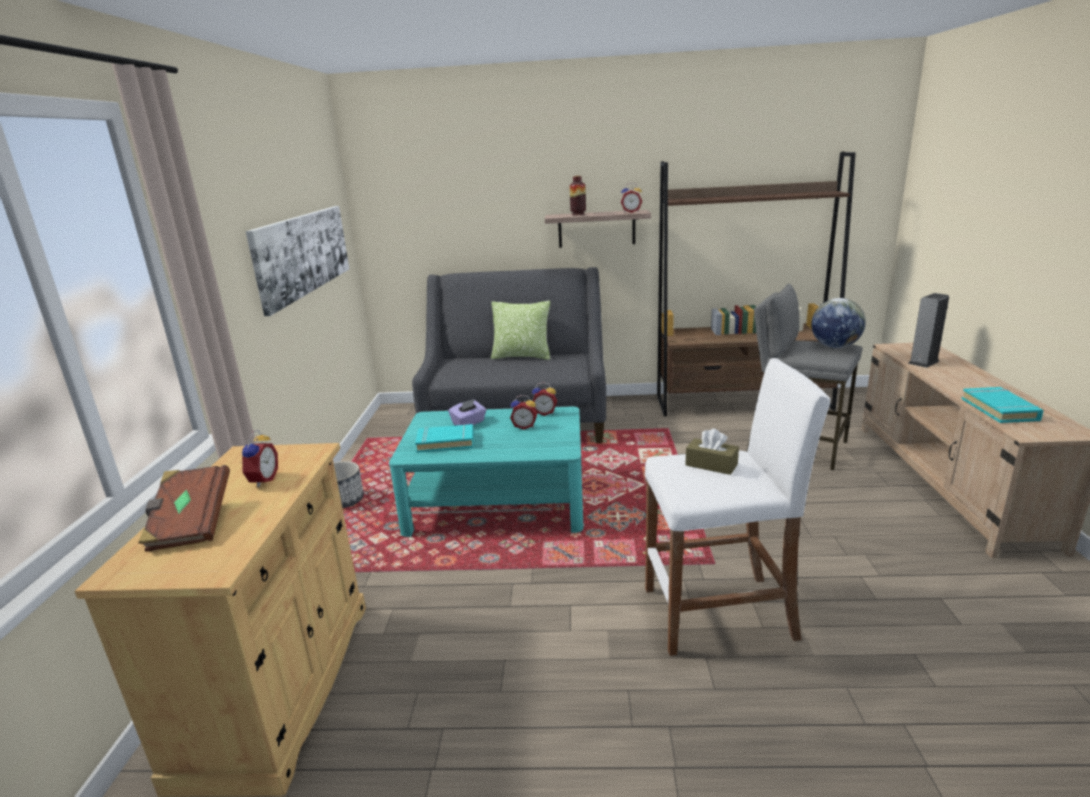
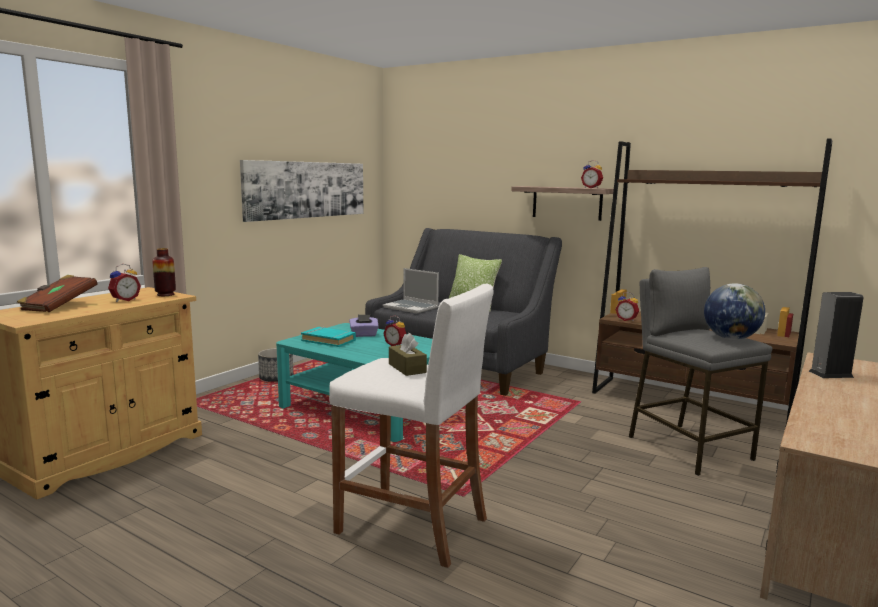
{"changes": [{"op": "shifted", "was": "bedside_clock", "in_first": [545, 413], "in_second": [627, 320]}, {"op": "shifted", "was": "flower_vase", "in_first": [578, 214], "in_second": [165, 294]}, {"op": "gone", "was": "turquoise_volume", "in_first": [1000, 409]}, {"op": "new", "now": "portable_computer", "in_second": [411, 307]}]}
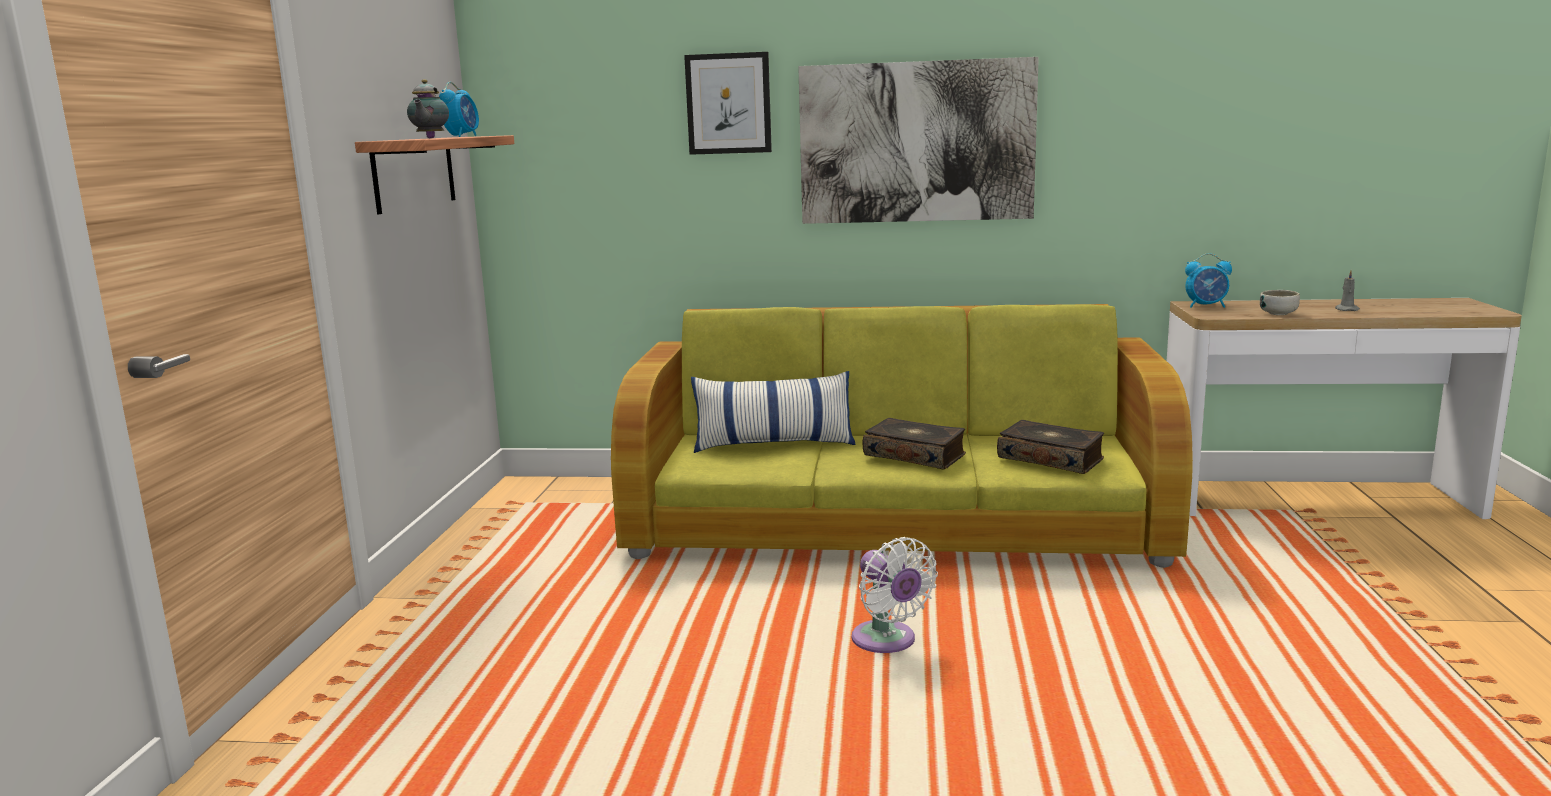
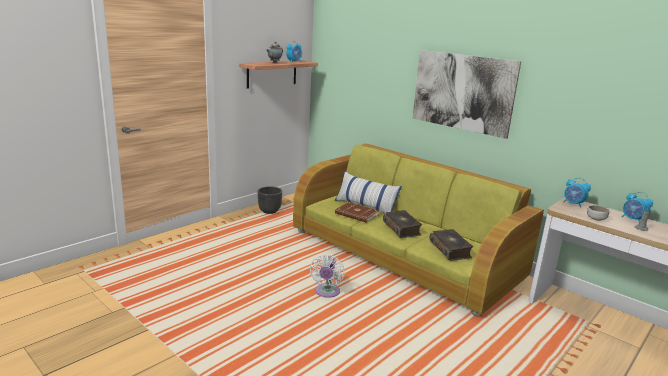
{"changes": [{"op": "gone", "was": "wall_art", "in_first": [728, 104]}, {"op": "new", "now": "blackish_flower_pot", "in_second": [270, 211]}, {"op": "new", "now": "brown_volume", "in_second": [356, 214]}, {"op": "new", "now": "bedside_clock", "in_second": [633, 220]}]}
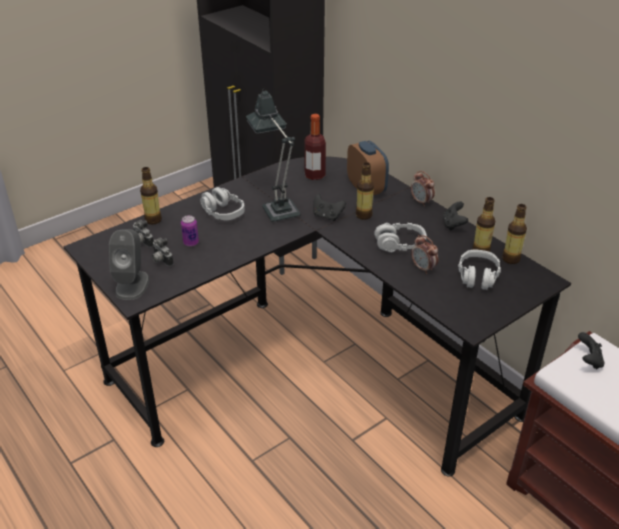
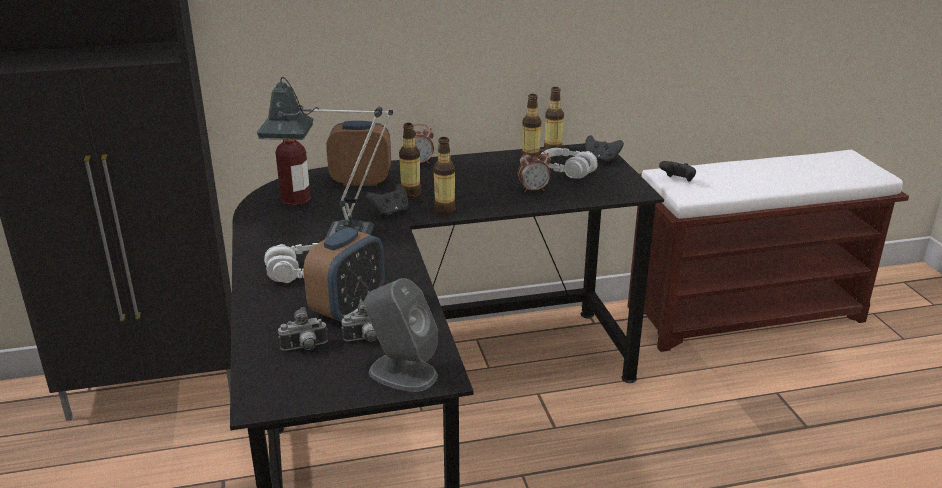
{"changes": [{"op": "shifted", "was": "bottle", "in_first": [153, 220], "in_second": [444, 210]}, {"op": "swapped", "was": "metal_can", "now": "bedside_clock", "in_first": [191, 243], "in_second": [348, 309]}, {"op": "gone", "was": "grey_pair_of_headphones", "in_first": [400, 244]}, {"op": "shifted", "was": "blackish_gamepad", "in_first": [453, 225], "in_second": [601, 160]}]}
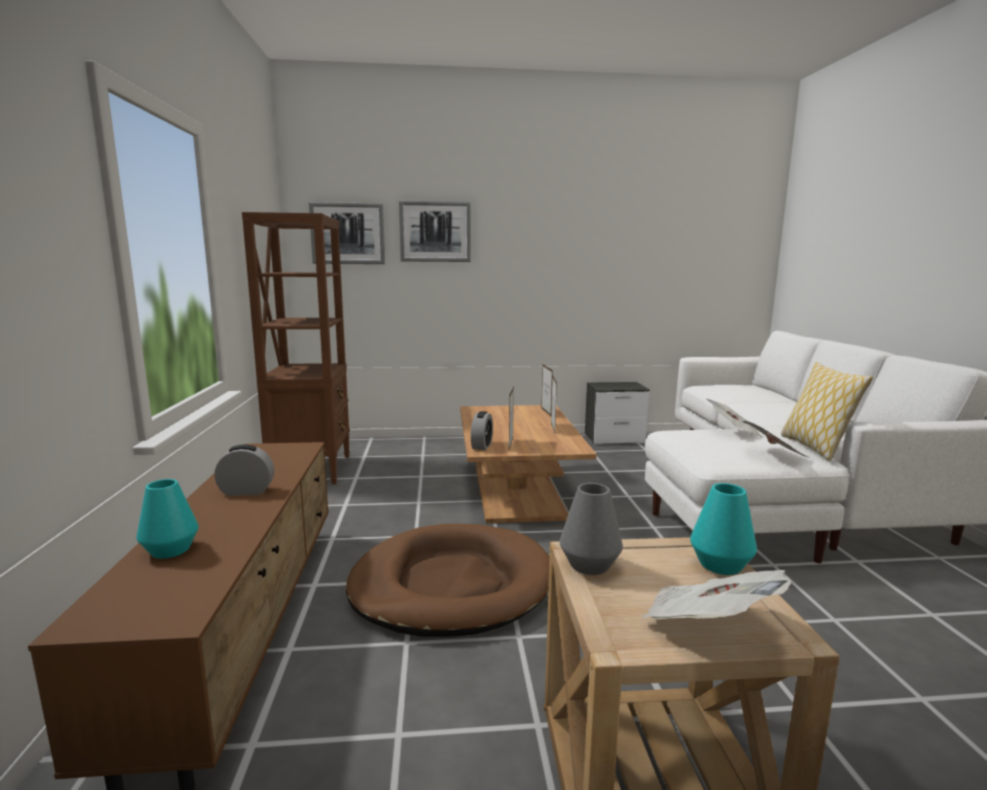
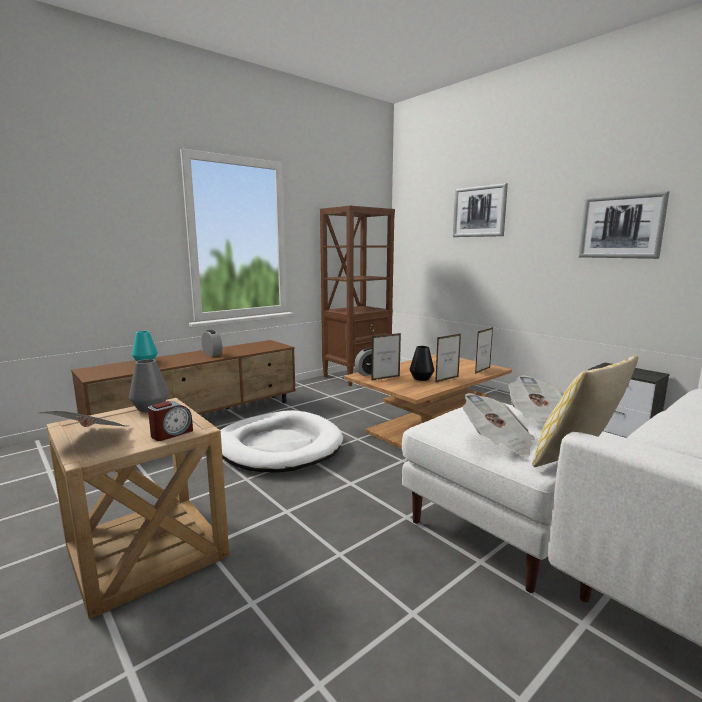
{"changes": [{"op": "shifted", "was": "wall_art", "in_first": [347, 233], "in_second": [621, 226]}, {"op": "repainted", "was": "brown_dog_cushion", "now": "whitish_dog_cushion", "in_first": [451, 585], "in_second": [279, 446]}, {"op": "swapped", "was": "turquoise_flower_vase", "now": "bedside_clock", "in_first": [720, 564], "in_second": [171, 433]}, {"op": "new", "now": "blackish_flower_vase", "in_second": [421, 378]}]}
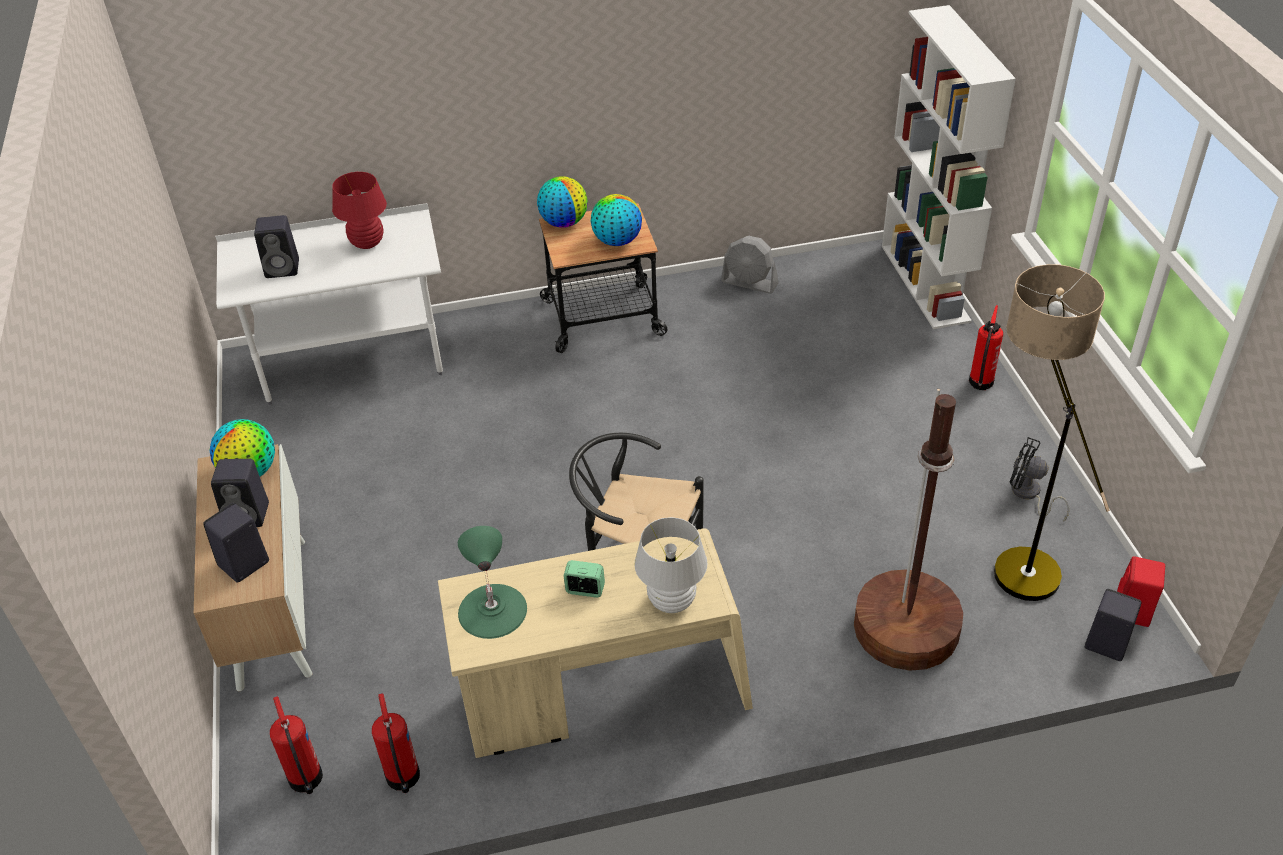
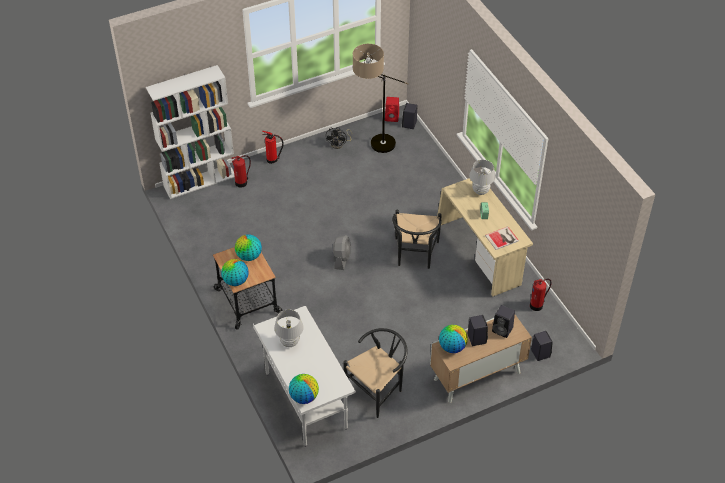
{"changes": [{"op": "shifted", "was": "blackish_speaker", "in_first": [284, 268], "in_second": [540, 353]}, {"op": "shifted", "was": "fire-fighting_cylinder", "in_first": [305, 780], "in_second": [242, 182]}, {"op": "repainted", "was": "reddish_tabletop_lamp", "now": "whitish_tabletop_lamp", "in_first": [367, 243], "in_second": [290, 342]}, {"op": "swapped", "was": "green-coloured_tabletop_lamp", "now": "volume", "in_first": [492, 610], "in_second": [502, 238]}, {"op": "shifted", "was": "grey_fan", "in_first": [749, 283], "in_second": [342, 259]}, {"op": "gone", "was": "brown_standard_lamp", "in_first": [906, 628]}, {"op": "new", "now": "globe", "in_second": [304, 397]}, {"op": "new", "now": "blackish_upright_chair", "in_second": [378, 389]}]}
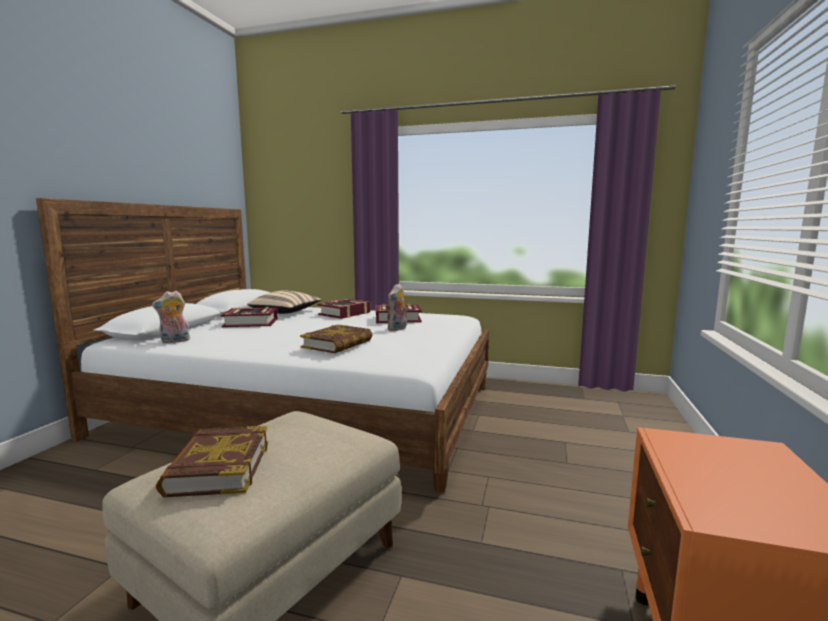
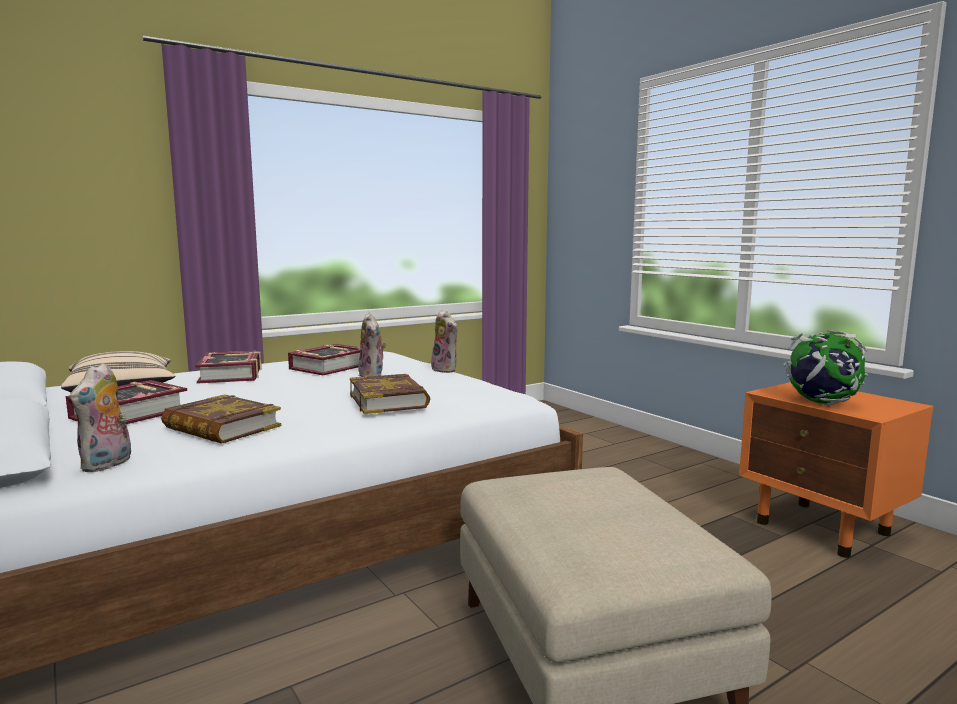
{"changes": [{"op": "shifted", "was": "volume", "in_first": [218, 468], "in_second": [221, 427]}, {"op": "new", "now": "cuddly_toy", "in_second": [446, 370]}, {"op": "new", "now": "globe", "in_second": [822, 403]}]}
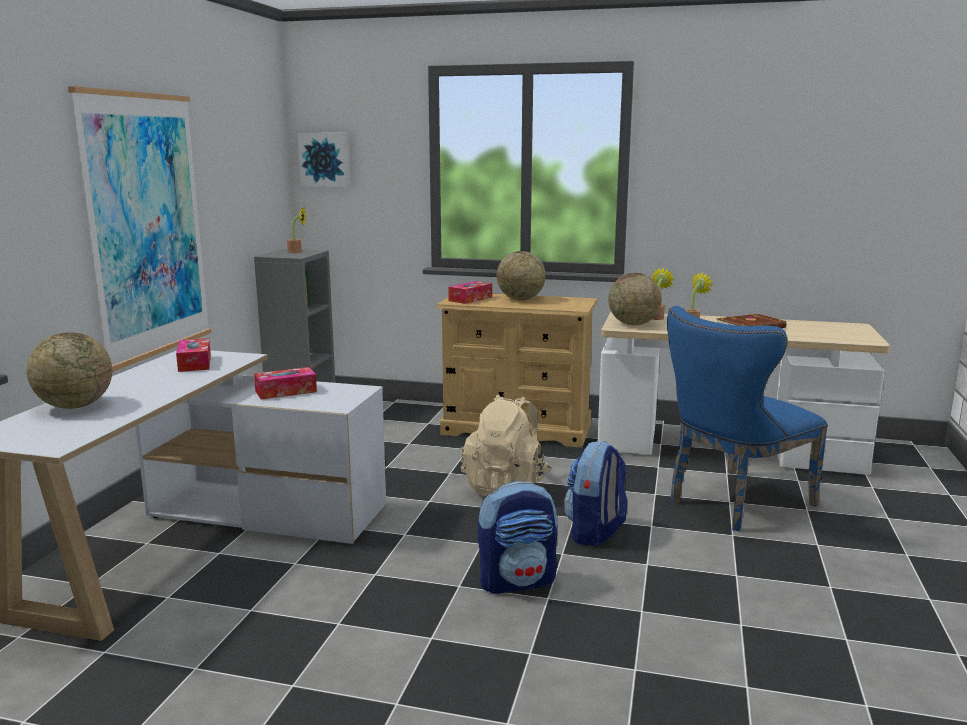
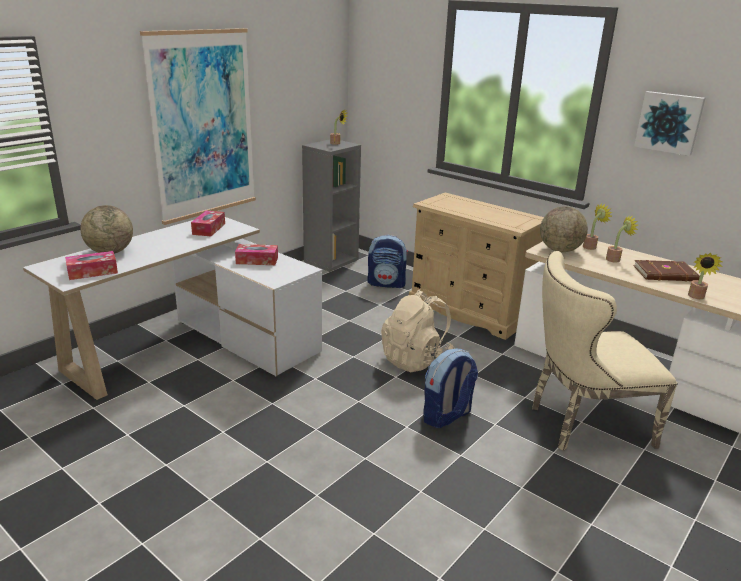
{"changes": [{"op": "shifted", "was": "wall_art", "in_first": [325, 159], "in_second": [669, 122]}, {"op": "shifted", "was": "tissue_holder", "in_first": [470, 299], "in_second": [92, 272]}, {"op": "shifted", "was": "backpack", "in_first": [517, 581], "in_second": [387, 283]}, {"op": "gone", "was": "globe", "in_first": [520, 299]}, {"op": "repainted", "was": "bluish_upright_chair", "now": "sand-coloured_upright_chair", "in_first": [732, 503], "in_second": [582, 424]}, {"op": "new", "now": "plant_in_a_pot", "in_second": [696, 297]}]}
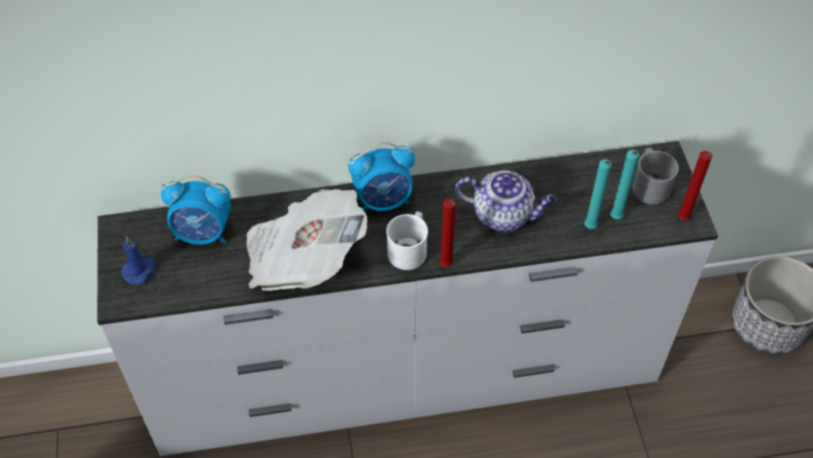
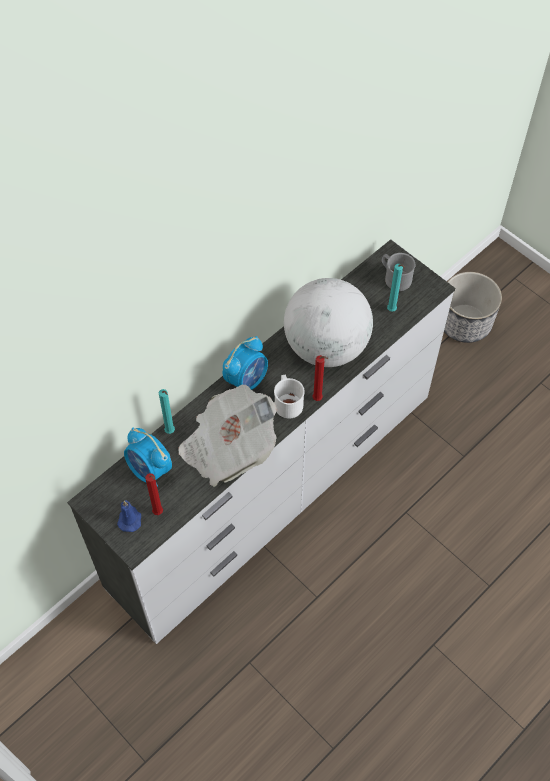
{"changes": [{"op": "rotated", "was": "bedside_clock", "in_first": [203, 233], "in_second": [150, 470], "clockwise": 75}, {"op": "swapped", "was": "tea_pot", "now": "globe", "in_first": [504, 215], "in_second": [326, 346]}, {"op": "shifted", "was": "turquoise_wax_candle", "in_first": [590, 228], "in_second": [170, 432]}, {"op": "shifted", "was": "reddish_wax_candle", "in_first": [683, 220], "in_second": [159, 513]}]}
